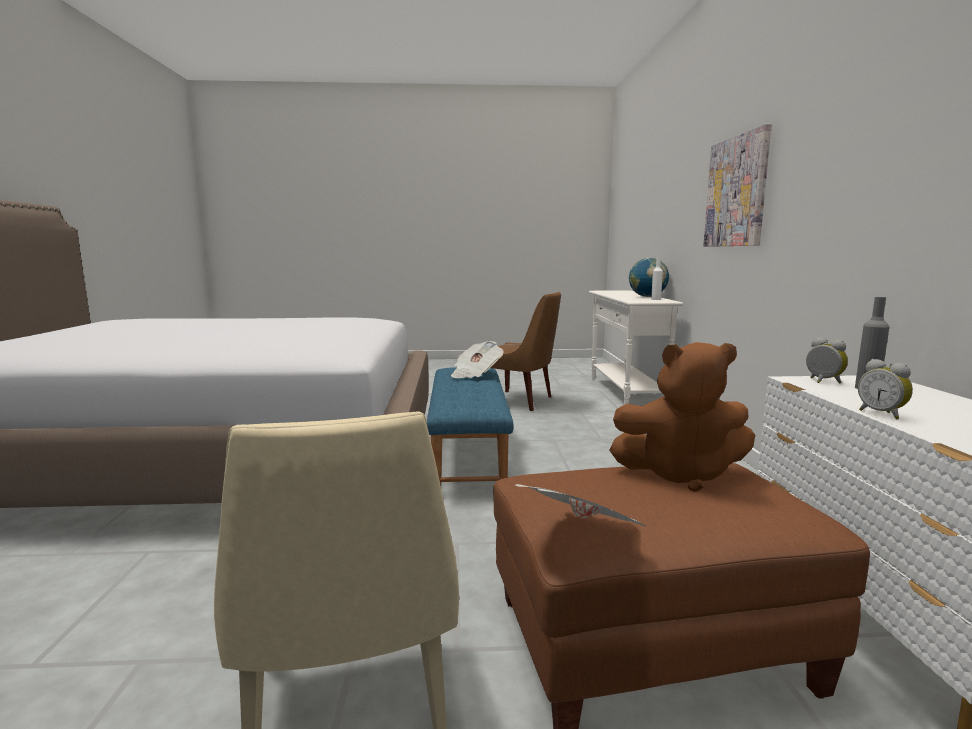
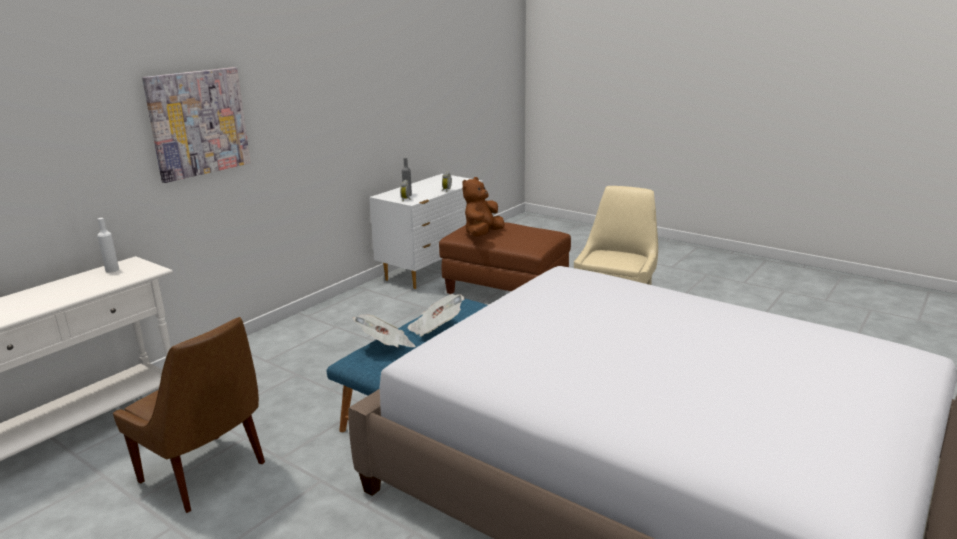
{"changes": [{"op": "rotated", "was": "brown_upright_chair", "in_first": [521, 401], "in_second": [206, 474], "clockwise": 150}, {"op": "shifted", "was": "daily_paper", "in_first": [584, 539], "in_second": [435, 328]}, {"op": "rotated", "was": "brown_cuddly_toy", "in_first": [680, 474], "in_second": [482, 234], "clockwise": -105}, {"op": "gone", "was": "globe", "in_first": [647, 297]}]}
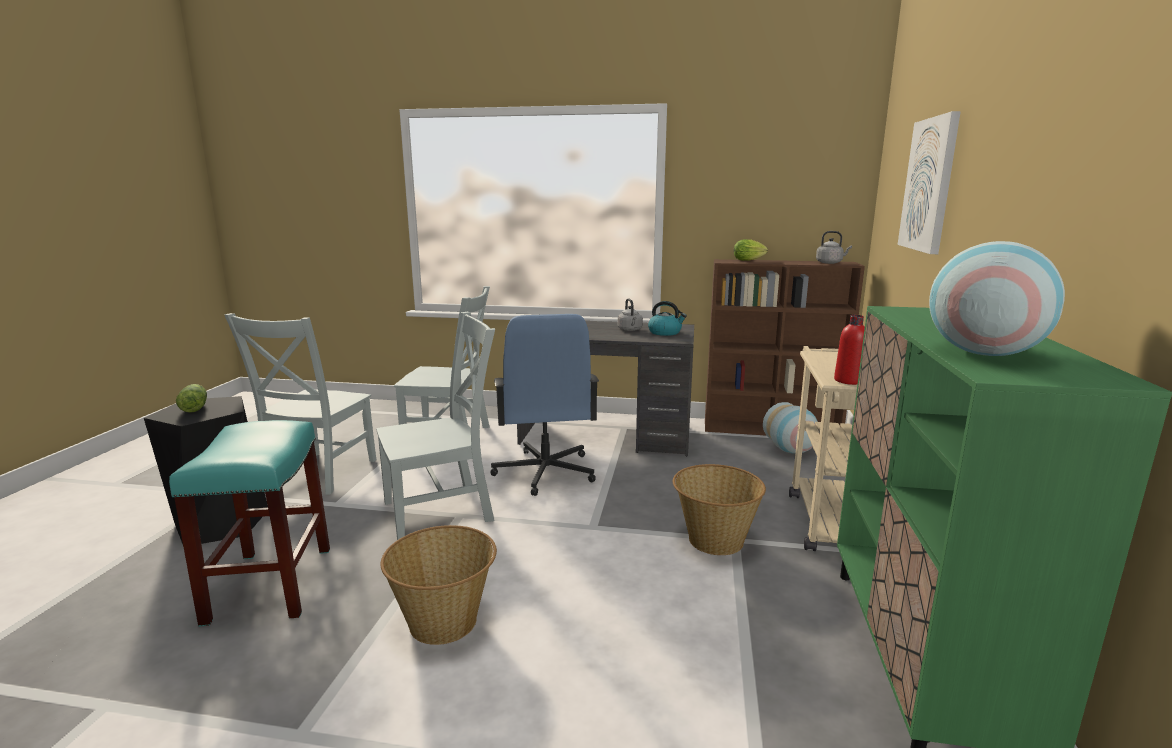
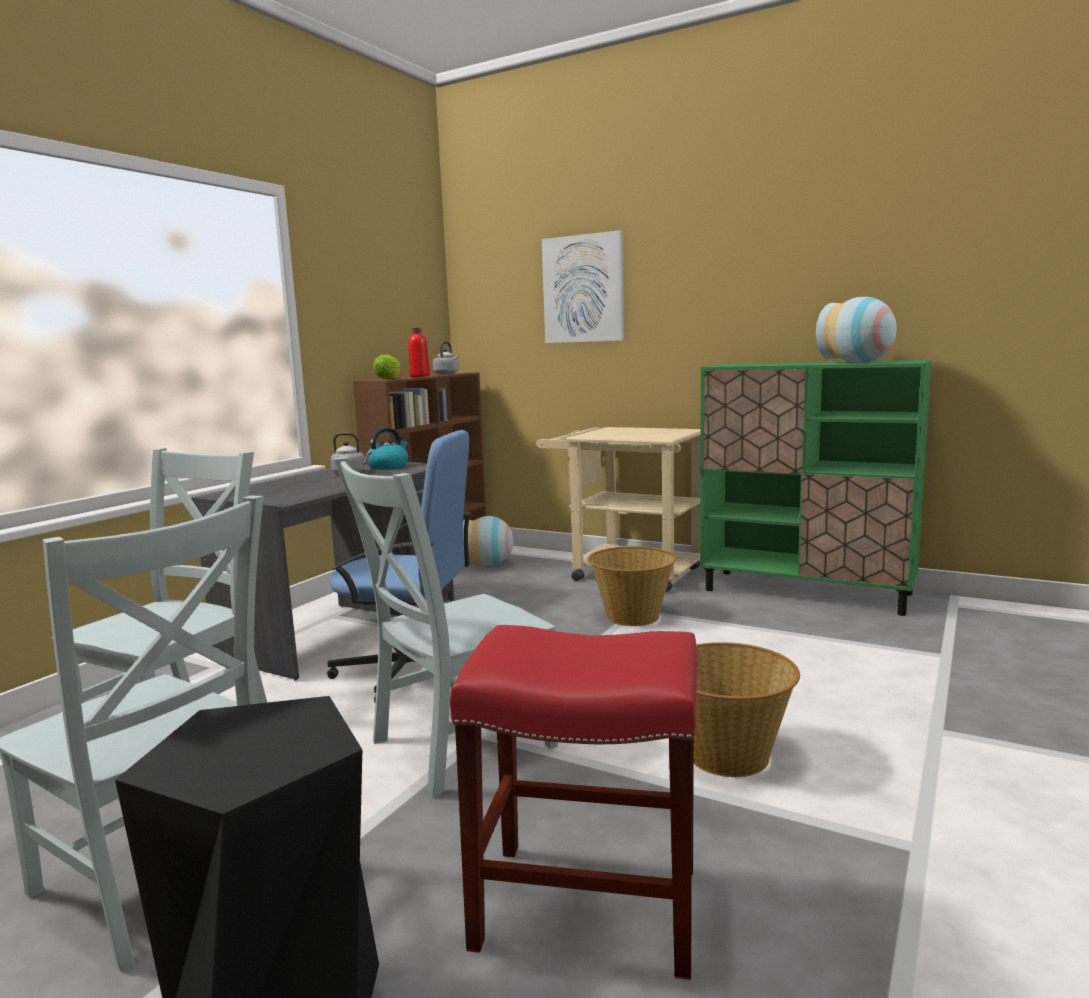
{"changes": [{"op": "repainted", "was": "turquoise_sitting_stool", "now": "reddish_sitting_stool", "in_first": [270, 583], "in_second": [584, 907]}, {"op": "gone", "was": "lettuce_head", "in_first": [195, 407]}, {"op": "rotated", "was": "grey_upright_chair", "in_first": [443, 510], "in_second": [455, 746], "clockwise": -120}, {"op": "shifted", "was": "reddish_bottle", "in_first": [849, 381], "in_second": [419, 376]}]}
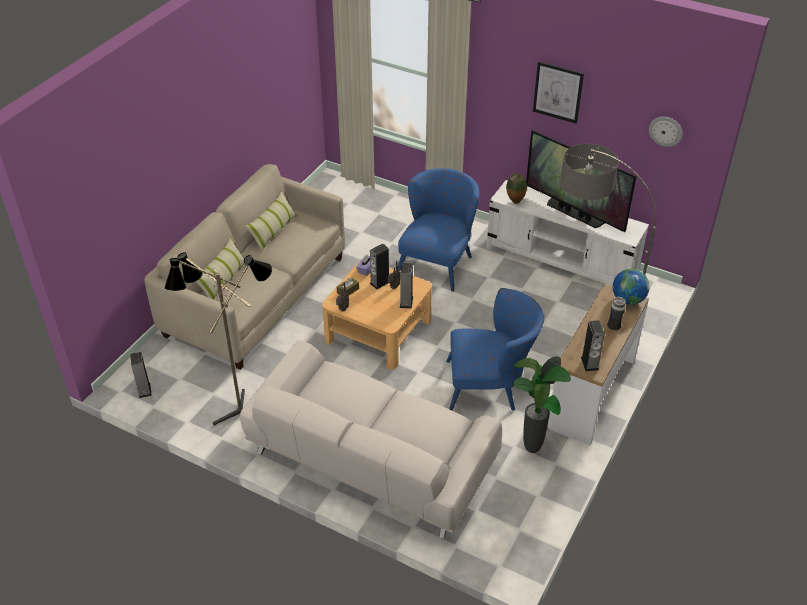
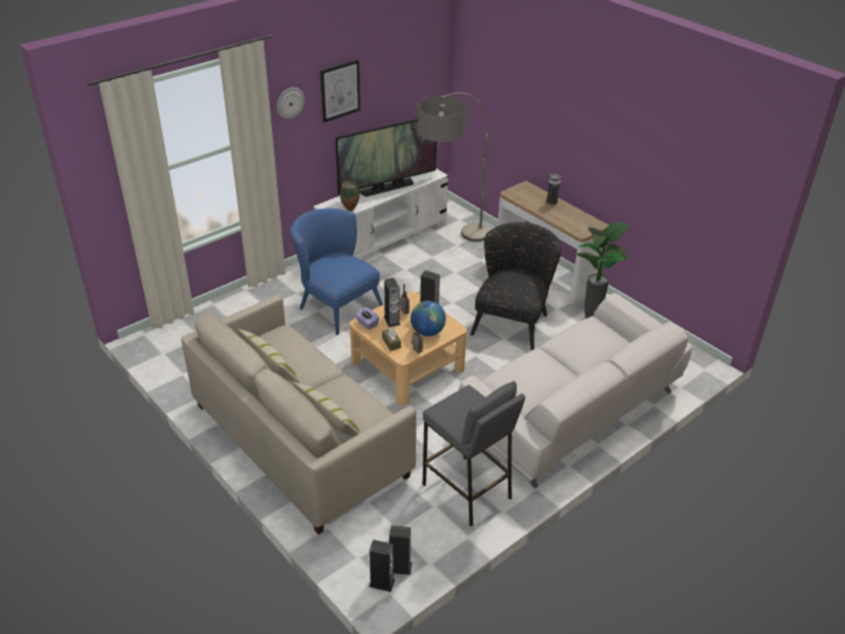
{"changes": [{"op": "swapped", "was": "standard_lamp", "now": "grey_sitting_stool", "in_first": [237, 409], "in_second": [467, 491]}, {"op": "repainted", "was": "bluish_armchair", "now": "blackish_armchair", "in_first": [490, 386], "in_second": [513, 320]}, {"op": "shifted", "was": "speaker", "in_first": [589, 363], "in_second": [382, 583]}, {"op": "shifted", "was": "globe", "in_first": [628, 300], "in_second": [427, 332]}, {"op": "shifted", "was": "hanging_clock", "in_first": [665, 131], "in_second": [290, 102]}]}
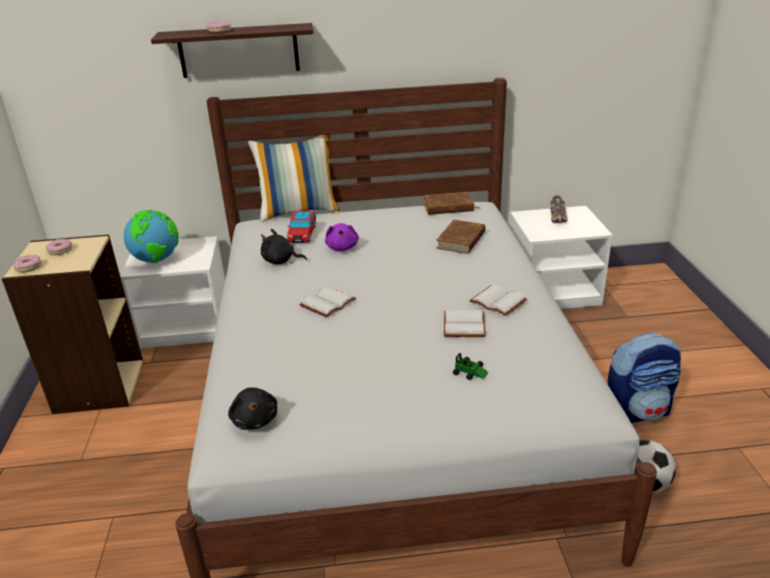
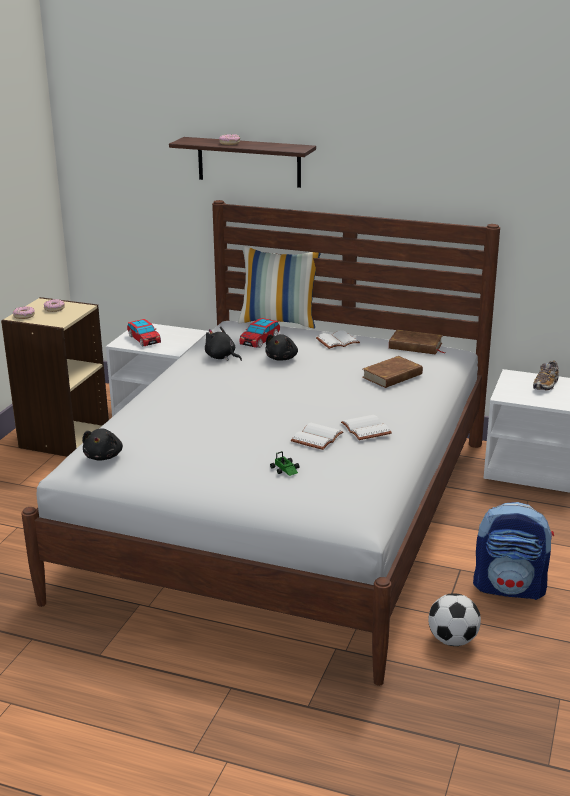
{"changes": [{"op": "swapped", "was": "globe", "now": "miniature_car", "in_first": [157, 260], "in_second": [144, 339]}, {"op": "shifted", "was": "whitish_volume", "in_first": [328, 304], "in_second": [337, 342]}, {"op": "repainted", "was": "purplish_cuddly_toy", "now": "blackish_cuddly_toy", "in_first": [342, 247], "in_second": [282, 358]}]}
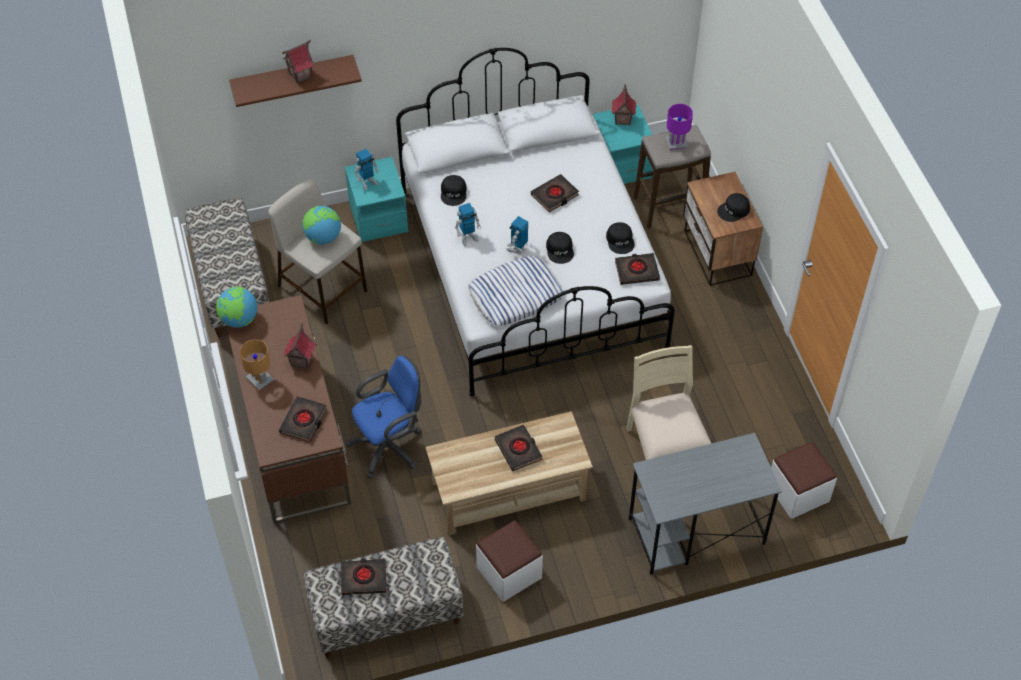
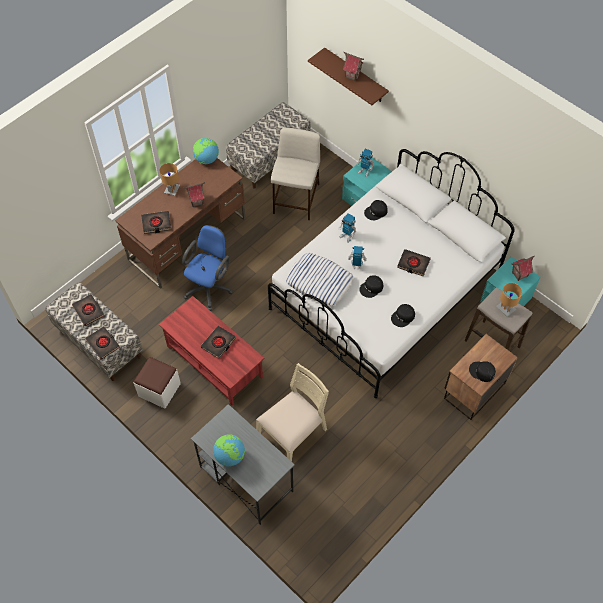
{"changes": [{"op": "shifted", "was": "globe", "in_first": [323, 237], "in_second": [230, 456]}, {"op": "rotated", "was": "bluish_desk_chair", "in_first": [390, 446], "in_second": [210, 287], "clockwise": -90}, {"op": "repainted", "was": "sand-coloured_low_table", "now": "reddish_low_table", "in_first": [508, 492], "in_second": [214, 362]}, {"op": "shifted", "was": "blackish_volume", "in_first": [636, 271], "in_second": [103, 344]}, {"op": "repainted", "was": "purplish_tabletop_lamp", "now": "brown_tabletop_lamp", "in_first": [676, 143], "in_second": [505, 309]}, {"op": "gone", "was": "whitish_ottoman", "in_first": [798, 492]}]}
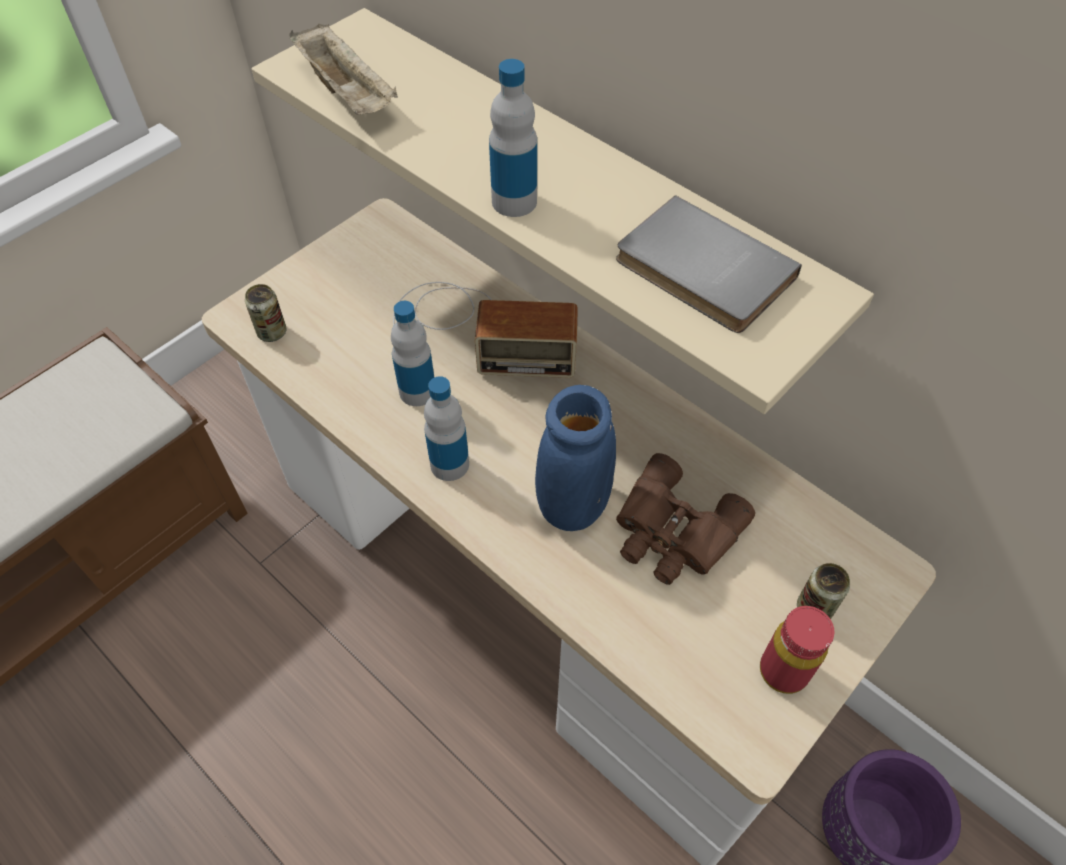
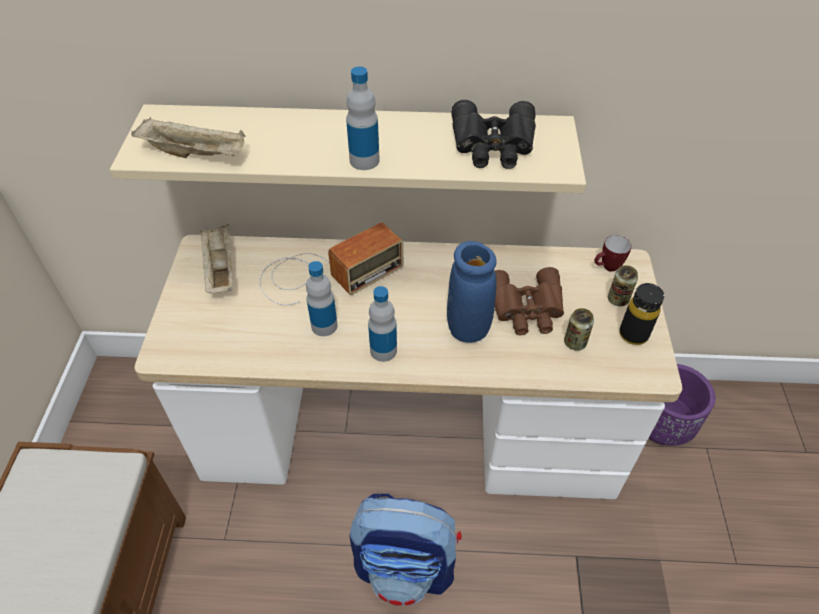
{"changes": [{"op": "shifted", "was": "metal_can", "in_first": [272, 332], "in_second": [575, 342]}, {"op": "swapped", "was": "grey_volume", "now": "blackish_binoculars", "in_first": [701, 271], "in_second": [493, 145]}, {"op": "repainted", "was": "reddish_bottle", "now": "blackish_bottle", "in_first": [783, 671], "in_second": [633, 334]}, {"op": "new", "now": "sand-coloured_tray", "in_second": [220, 269]}, {"op": "new", "now": "backpack", "in_second": [406, 567]}, {"op": "new", "now": "tea_mug", "in_second": [607, 268]}]}
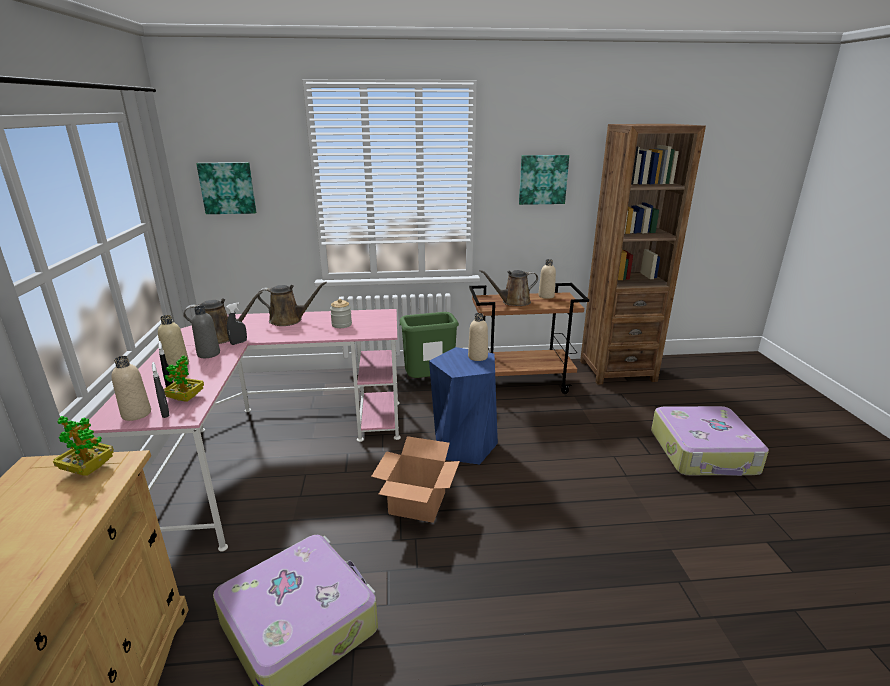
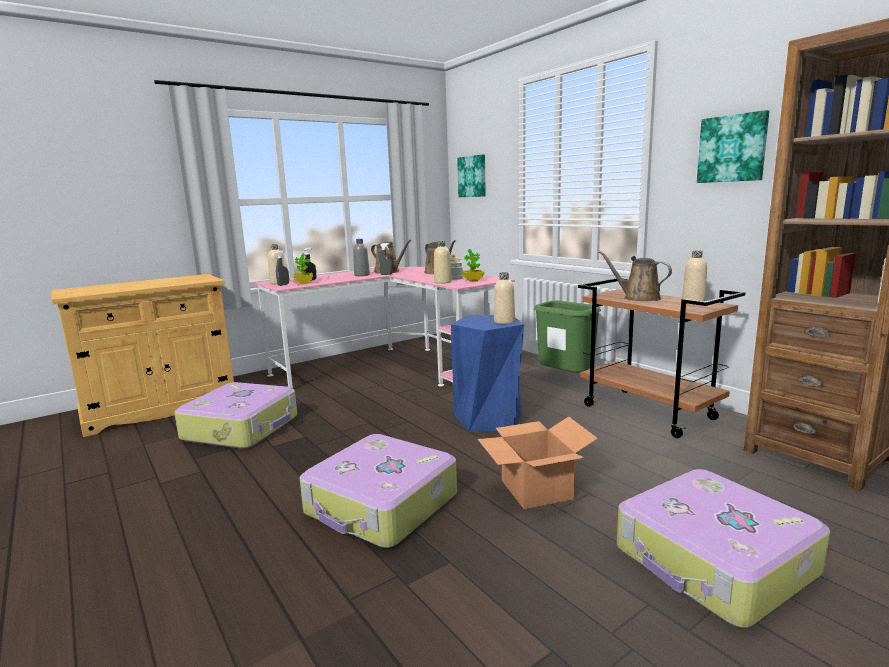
{"changes": [{"op": "shifted", "was": "plant_in_a_pot", "in_first": [88, 469], "in_second": [473, 281]}, {"op": "shifted", "was": "sand-coloured_bottle", "in_first": [177, 365], "in_second": [442, 282]}, {"op": "shifted", "was": "cardboard_box", "in_first": [418, 503], "in_second": [537, 490]}, {"op": "new", "now": "travel_case", "in_second": [381, 505]}]}
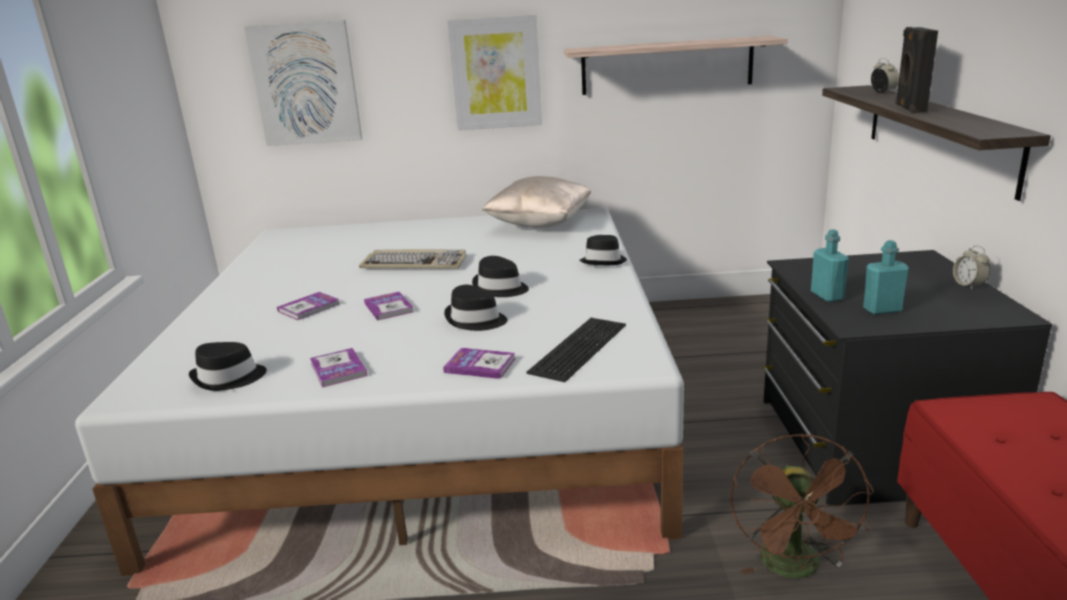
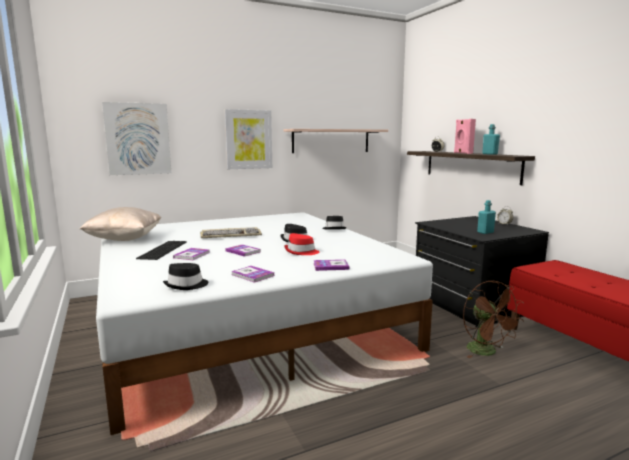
{"changes": [{"op": "repainted", "was": "blackish_hat", "now": "reddish_hat", "in_first": [475, 320], "in_second": [301, 252]}, {"op": "shifted", "was": "sand-coloured_cushion", "in_first": [540, 224], "in_second": [125, 239]}, {"op": "shifted", "was": "PC_keyboard", "in_first": [577, 347], "in_second": [162, 249]}, {"op": "shifted", "was": "turquoise_bottle", "in_first": [827, 296], "in_second": [490, 154]}, {"op": "repainted", "was": "blackish_speaker", "now": "pink-coloured_speaker", "in_first": [909, 108], "in_second": [462, 153]}]}
